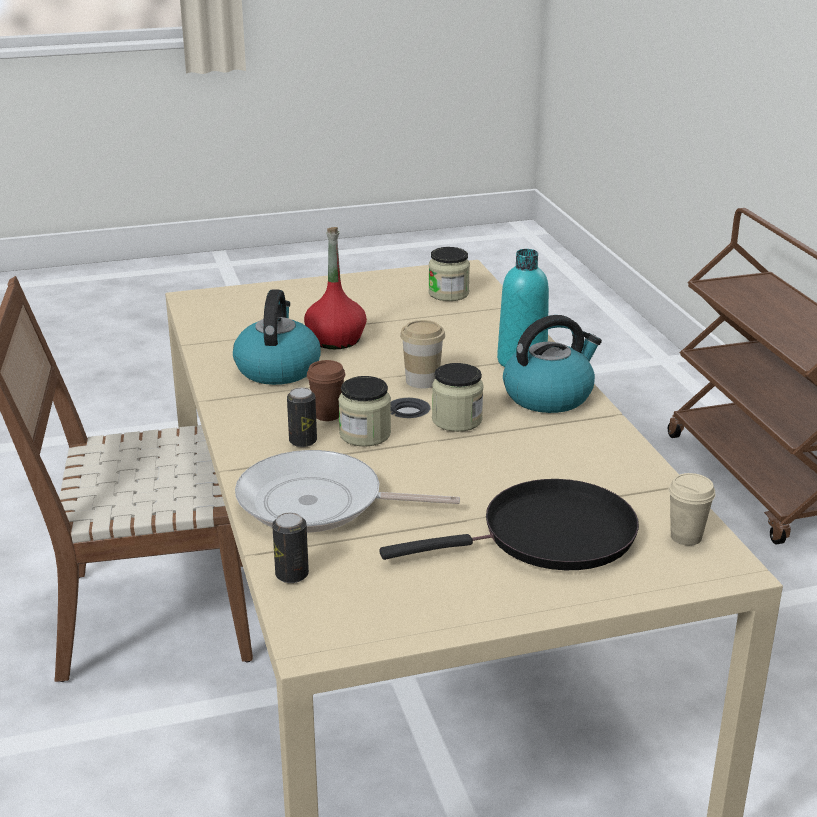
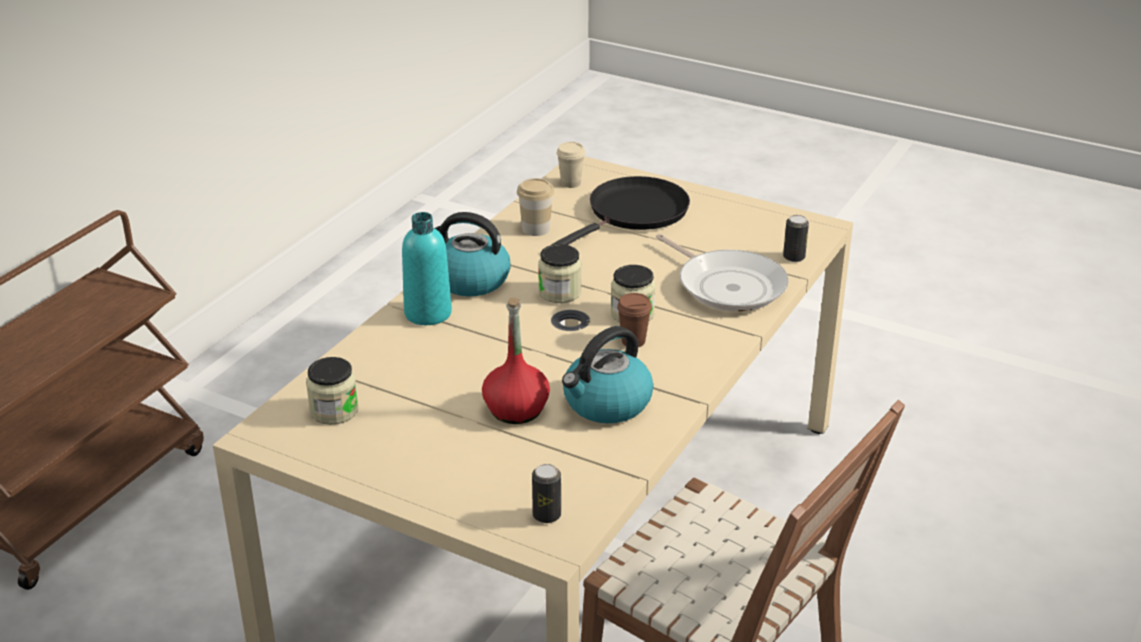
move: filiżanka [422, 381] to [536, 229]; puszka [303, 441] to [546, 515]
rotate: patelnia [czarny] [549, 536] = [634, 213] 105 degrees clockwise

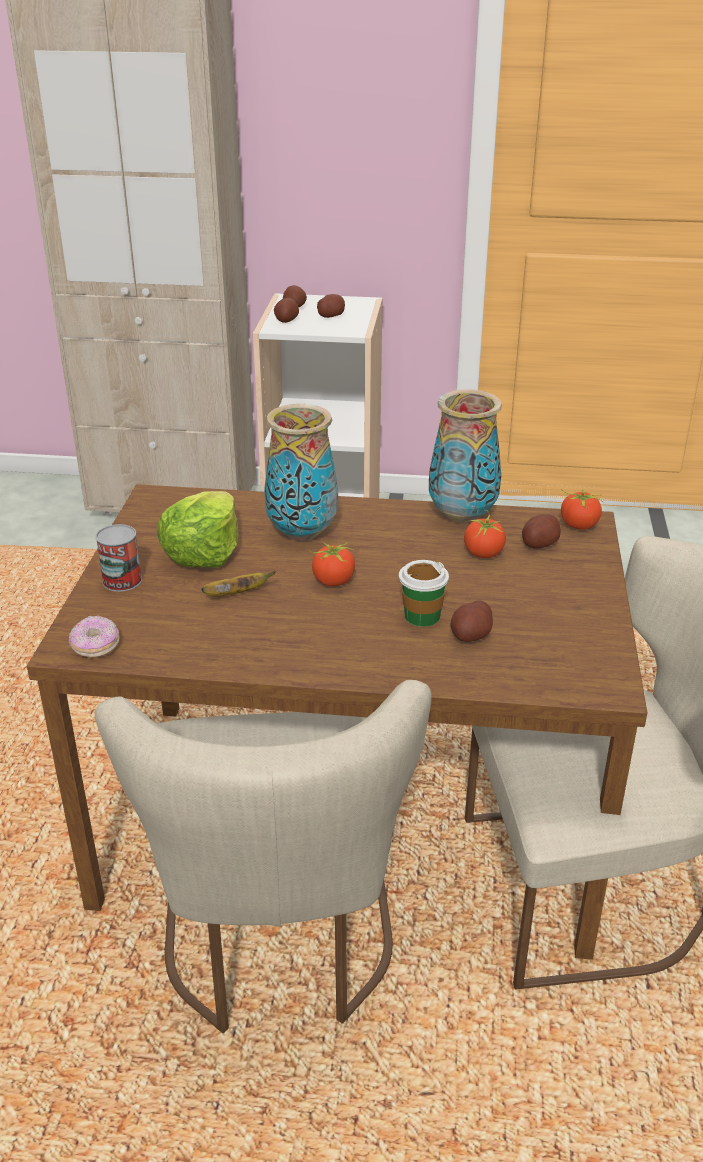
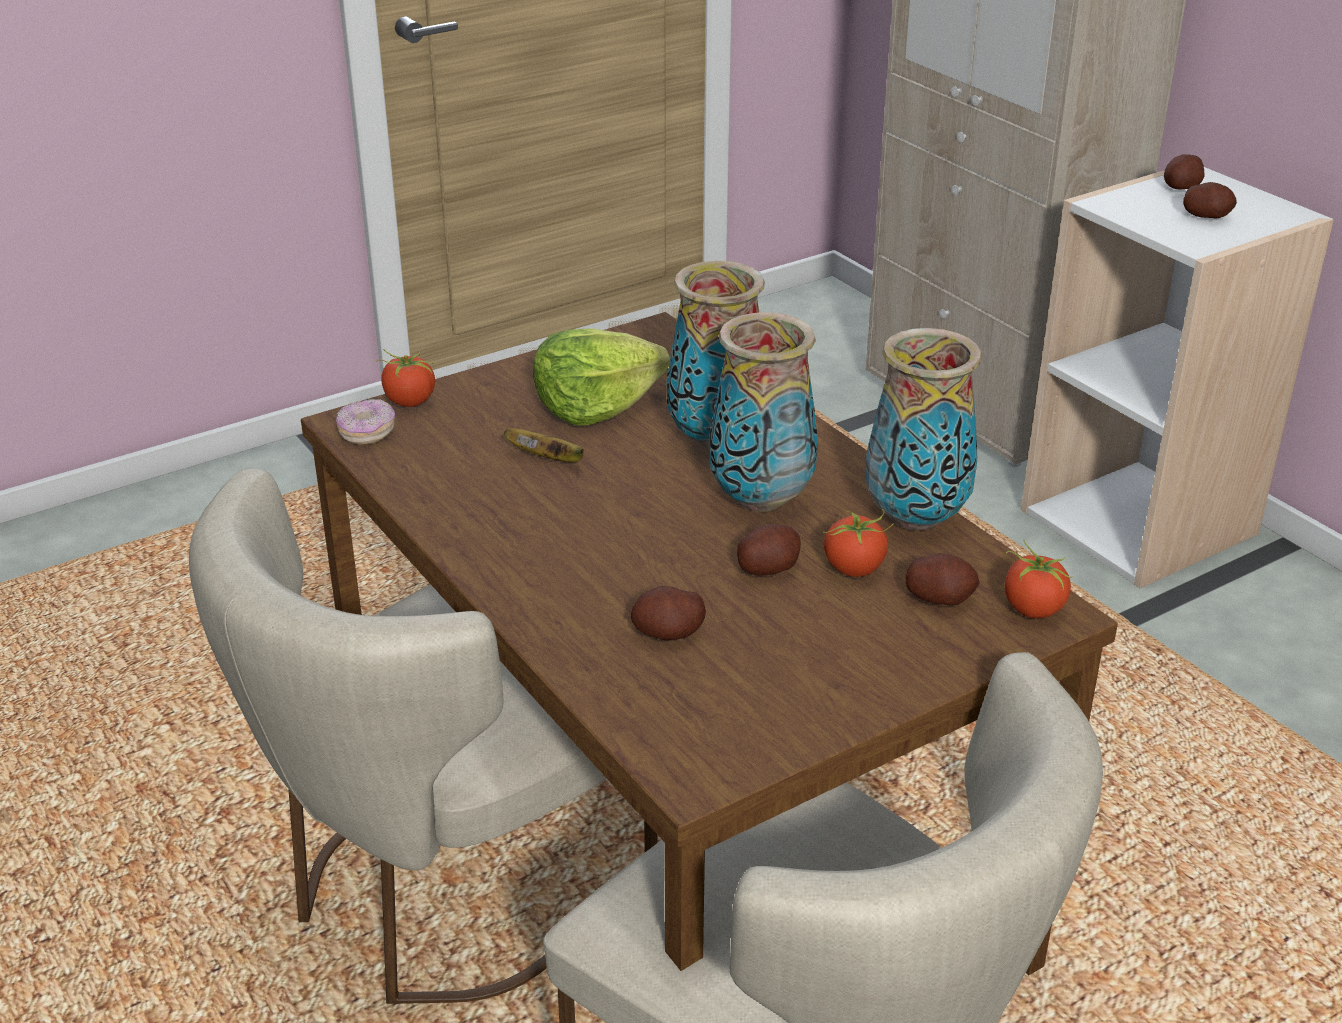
delete: puszka [122, 580]; filiżanka [422, 616]
insert: wazon [762, 500]
move: pomidor [333, 581] to [409, 401]; ziemniak [286, 320] to [768, 568]

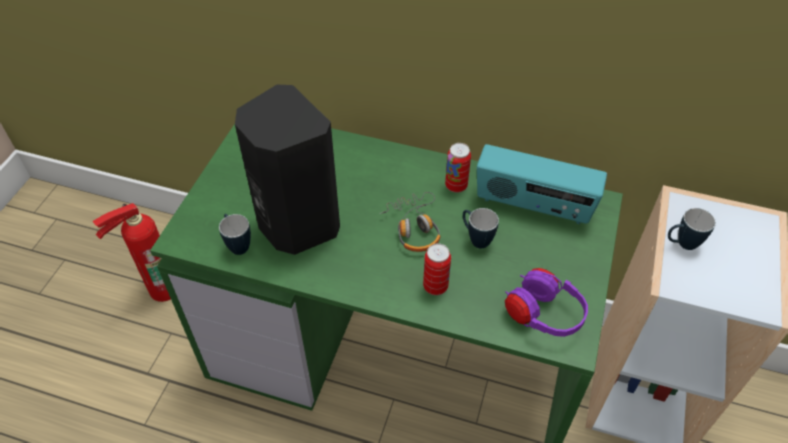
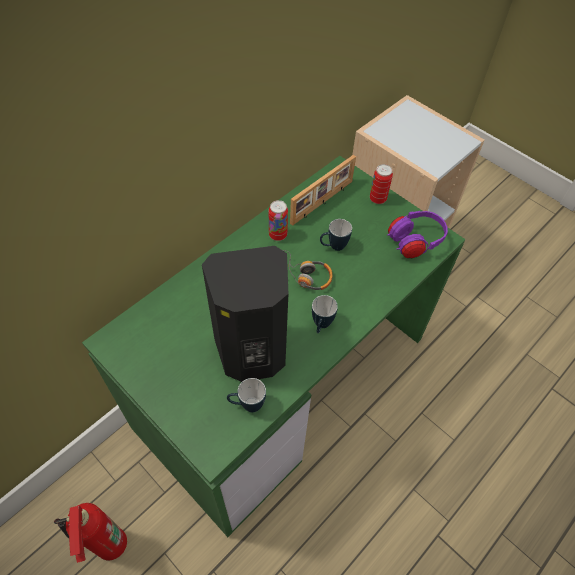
move: kubek [681, 244] to [321, 326]; puszka [435, 286] to [377, 199]
replace: radio [533, 205] to ramka na zdjęcie [322, 202]

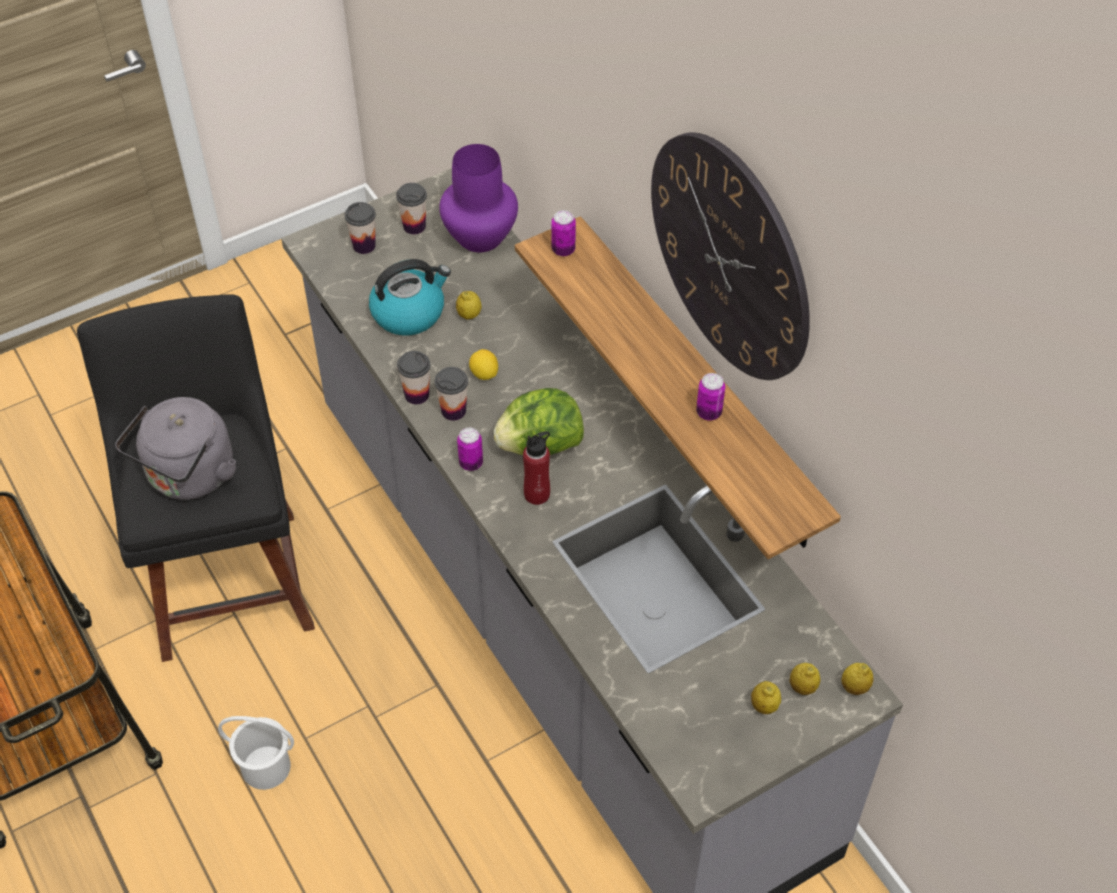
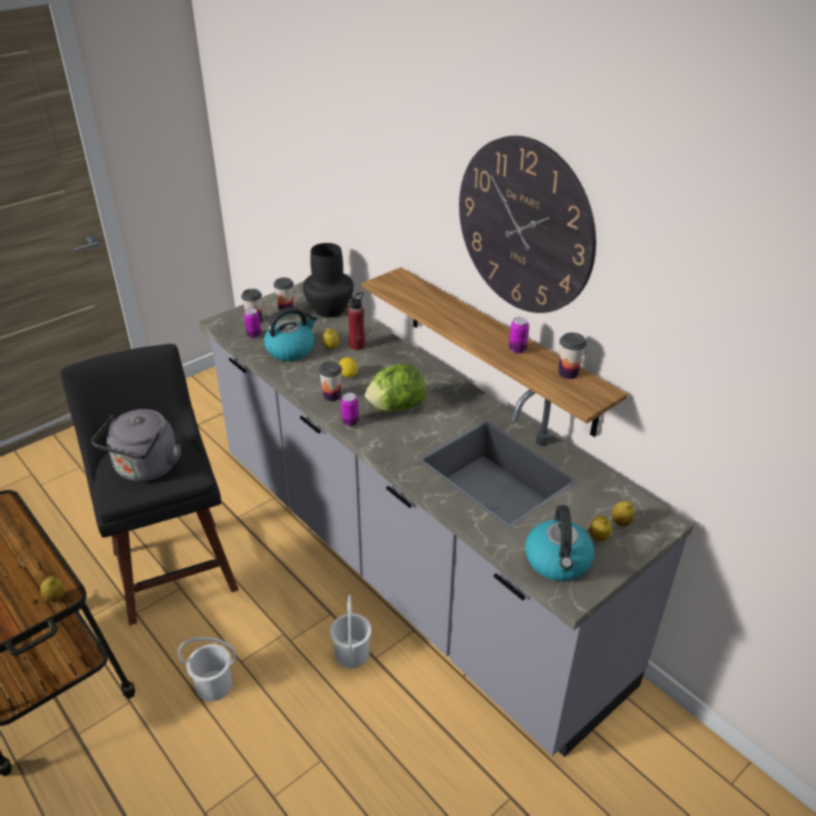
insert: wiadro [biały] [352, 653]; czajnik [558, 561]
move: cytryna [854, 687] to [55, 598]; puszka [563, 249] to [254, 335]; butelka [czerwony] [537, 494] to [357, 345]; filiżanka [417, 395] to [568, 373]
recolor: wazon [fioletowy] [481, 236] to wazon [czarny] [330, 309]

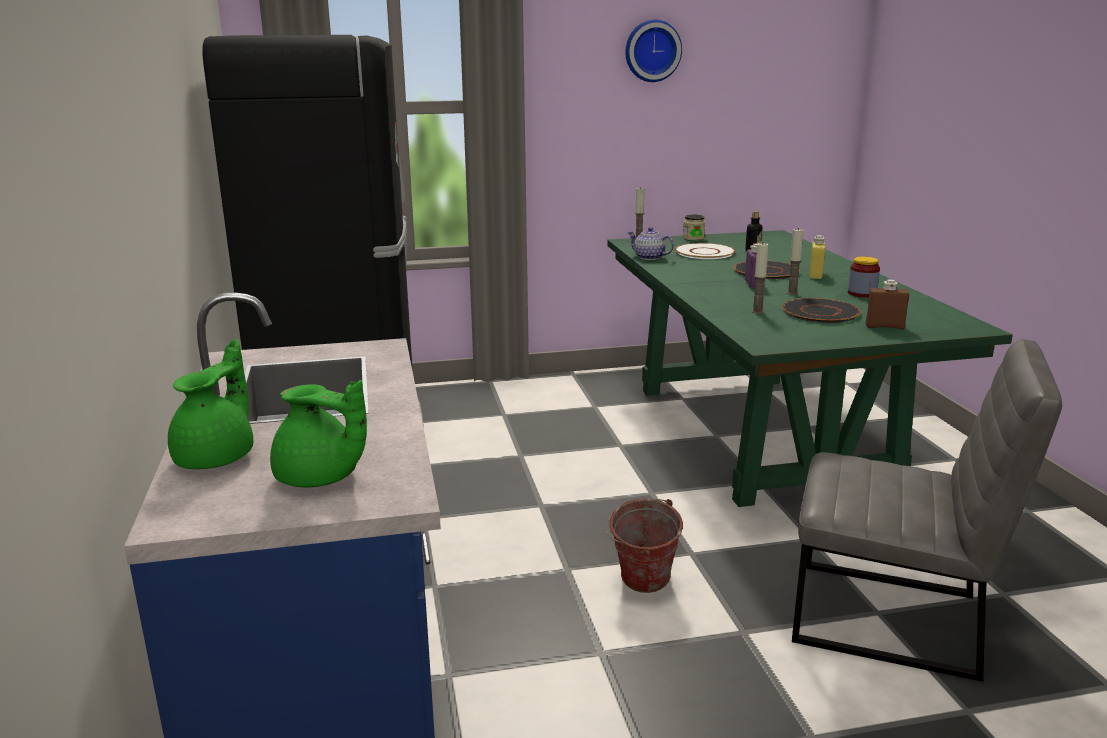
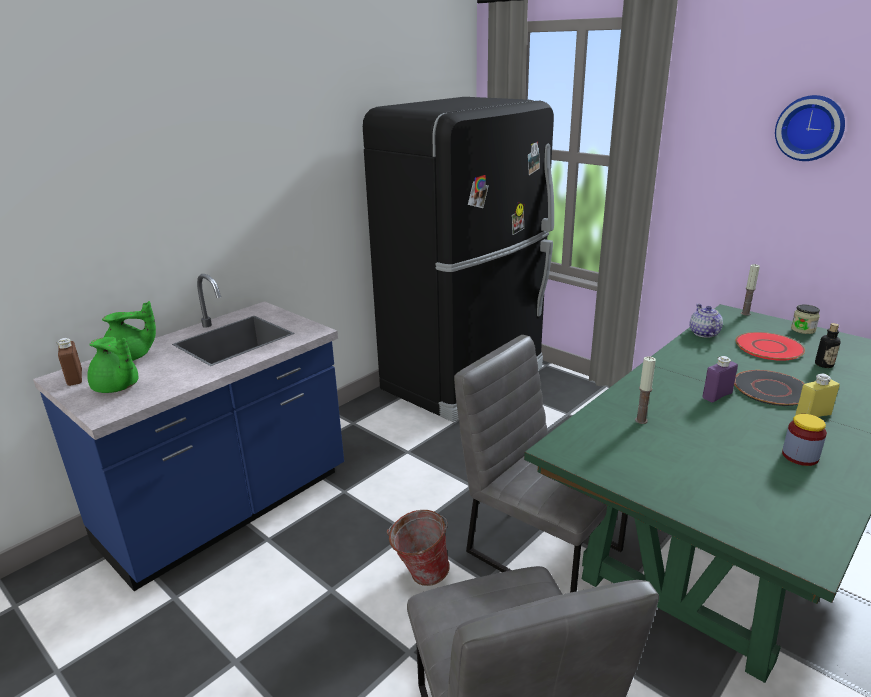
delete: talerz [czarny] [820, 312]; świeca [792, 293]
insert: krzesło [szary] [540, 548]
move: butelka [brązowy] [884, 327] to [75, 378]
recolor: talerz [biały] [705, 252] to talerz [czerwony] [769, 347]
rotate: imbryk [zielony] [320, 479] = [117, 388] 45 degrees counterclockwise

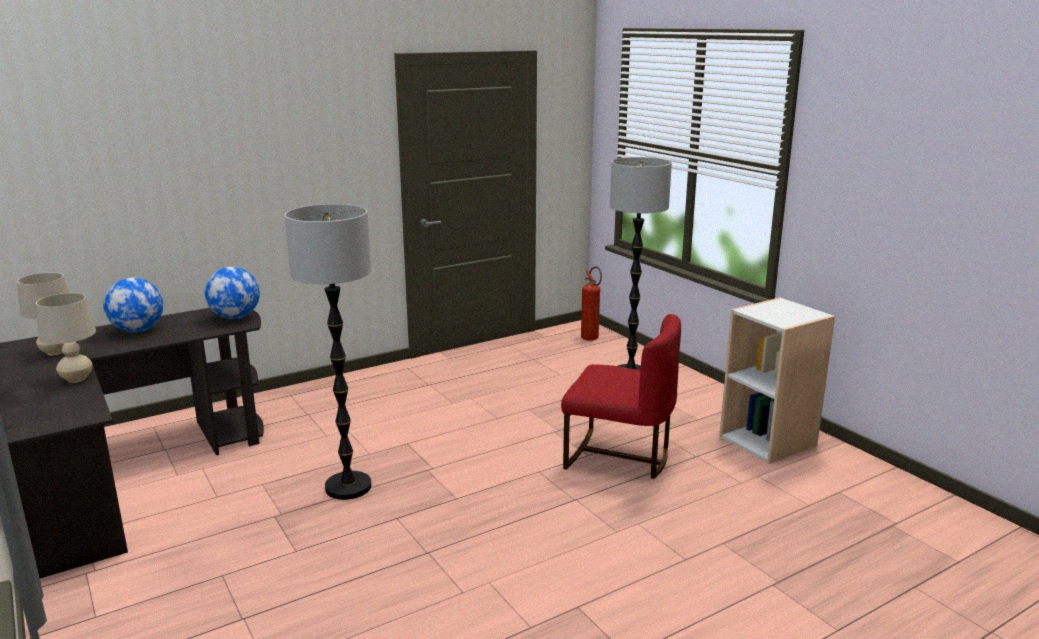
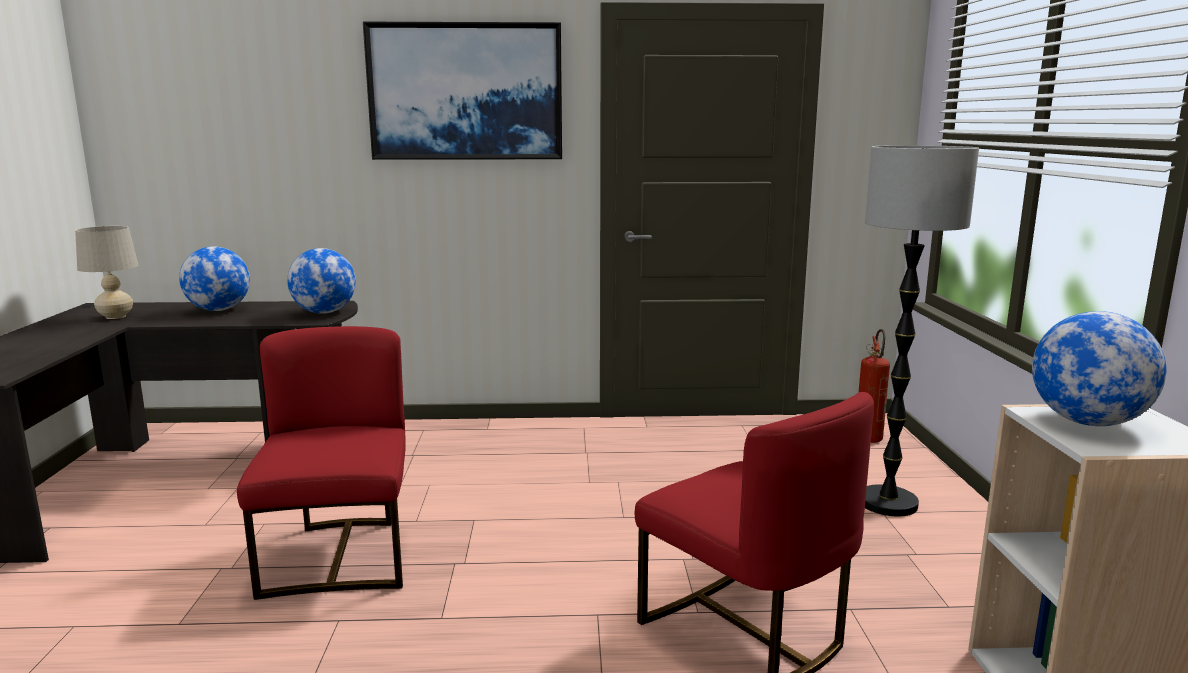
delete: lampa stołowa [beżowy] [76, 379]
insert: obraz [466, 92]; globus [1087, 422]
replace: lampa stojąca [348, 487] to krzesło [czerwony] [340, 557]

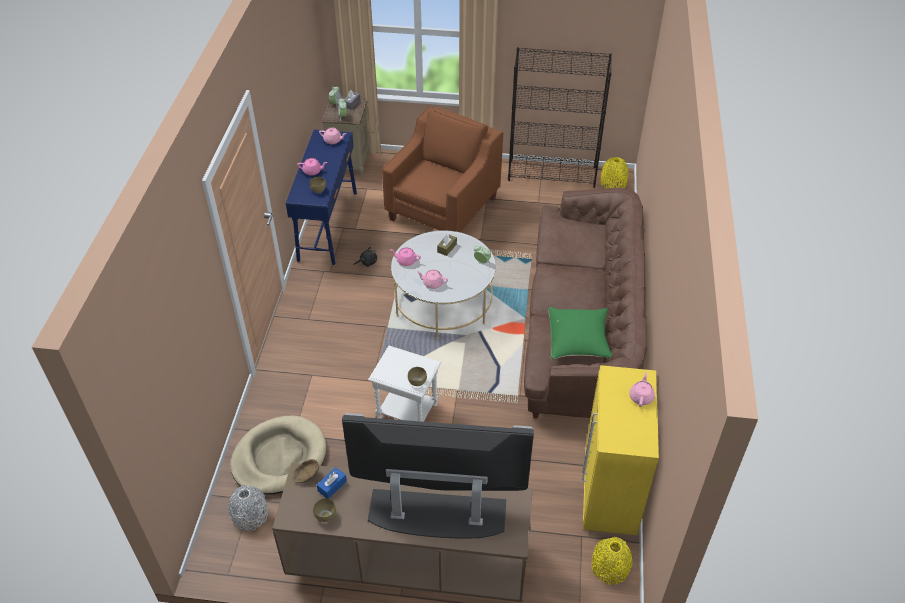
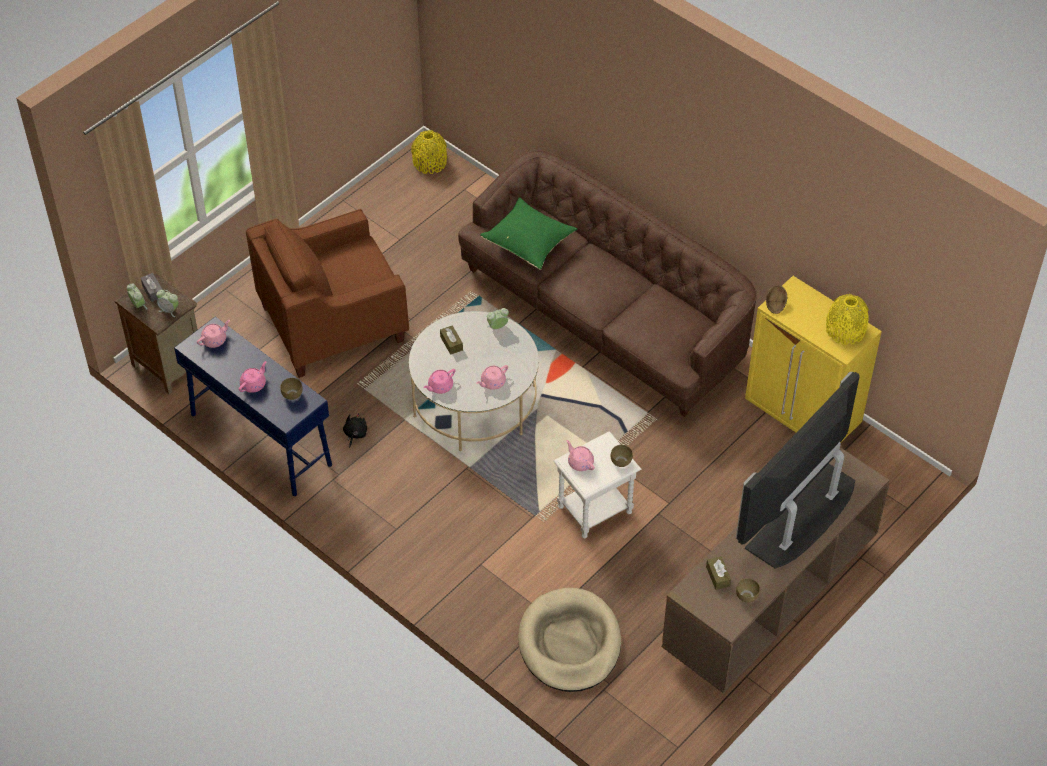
delete: wazon [szary] [250, 515]; regał [czarny] [552, 173]
move: poduszka [zielony] [578, 342] to [529, 243]; imbryk [różowy] [641, 397] to [580, 462]; miska [brązowy] [306, 475] to [775, 305]; wazon [żółty] [610, 567] to [845, 330]
recolor: pudełko chusteczek [niebieski] [332, 486] to pudełko chusteczek [brązowy] [718, 576]
rotate: fotel [brązowy] [443, 209] = [332, 323] 90 degrees counterclockwise

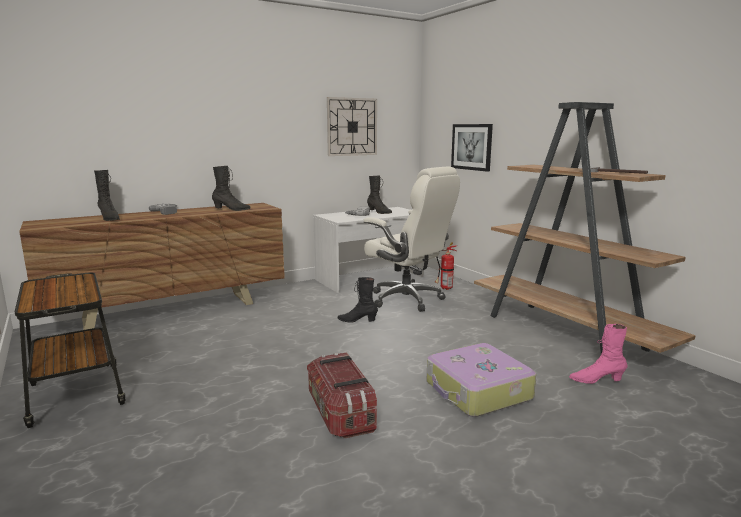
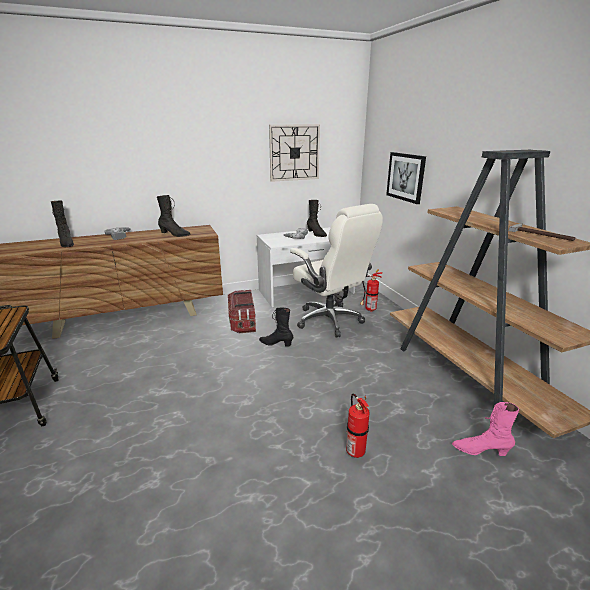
move: pojemnik do przechowywania [340, 413] to [242, 321]
replace: walizka [477, 391] to gaśnica [354, 450]

